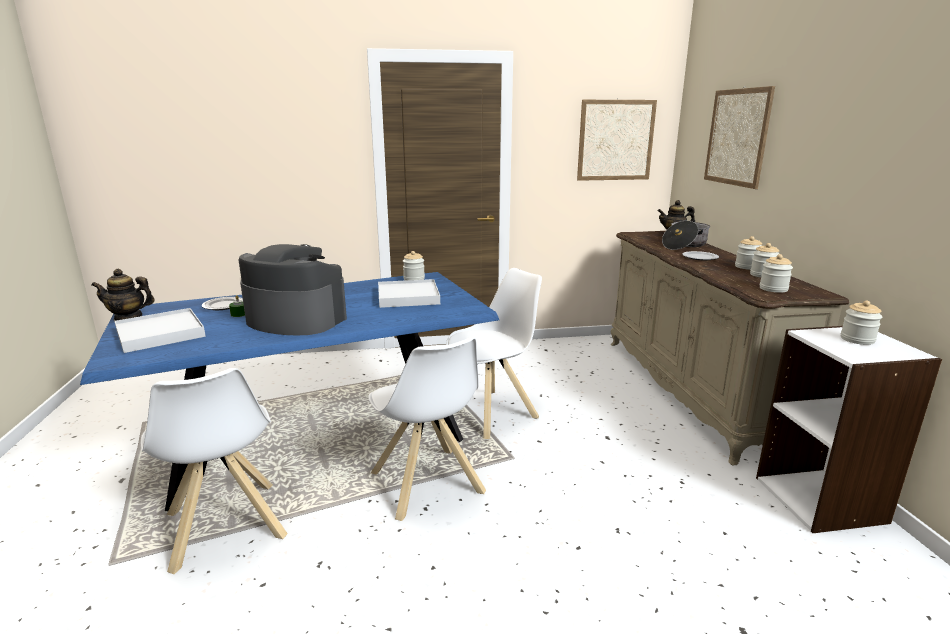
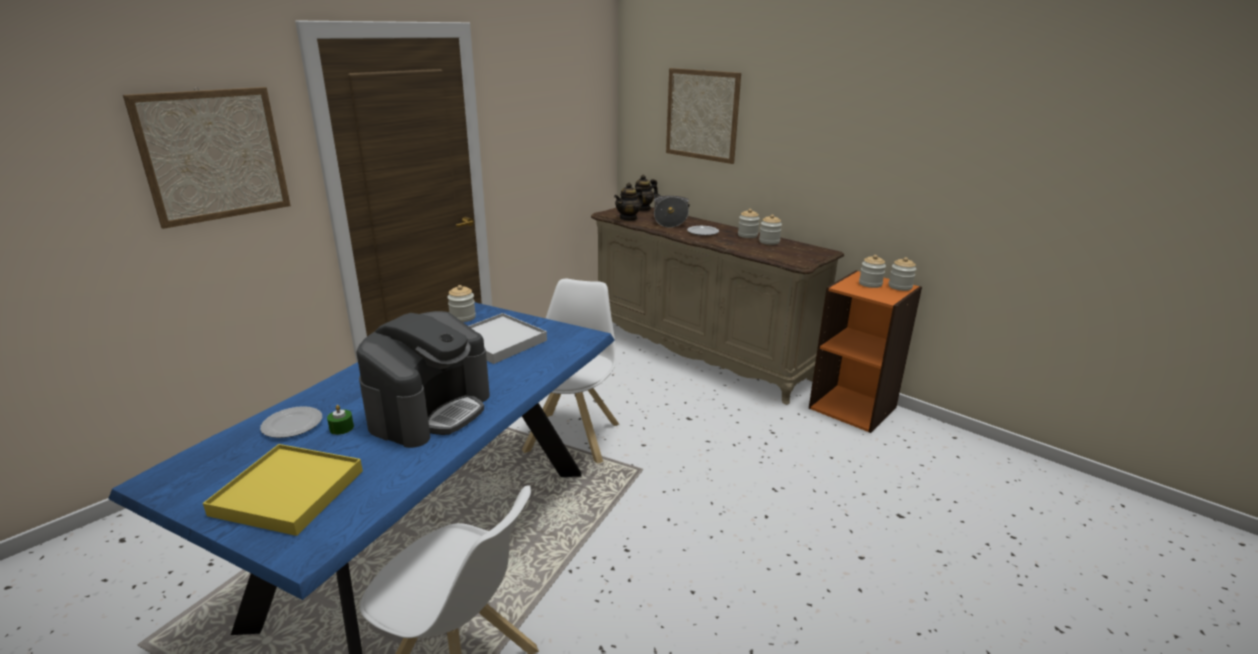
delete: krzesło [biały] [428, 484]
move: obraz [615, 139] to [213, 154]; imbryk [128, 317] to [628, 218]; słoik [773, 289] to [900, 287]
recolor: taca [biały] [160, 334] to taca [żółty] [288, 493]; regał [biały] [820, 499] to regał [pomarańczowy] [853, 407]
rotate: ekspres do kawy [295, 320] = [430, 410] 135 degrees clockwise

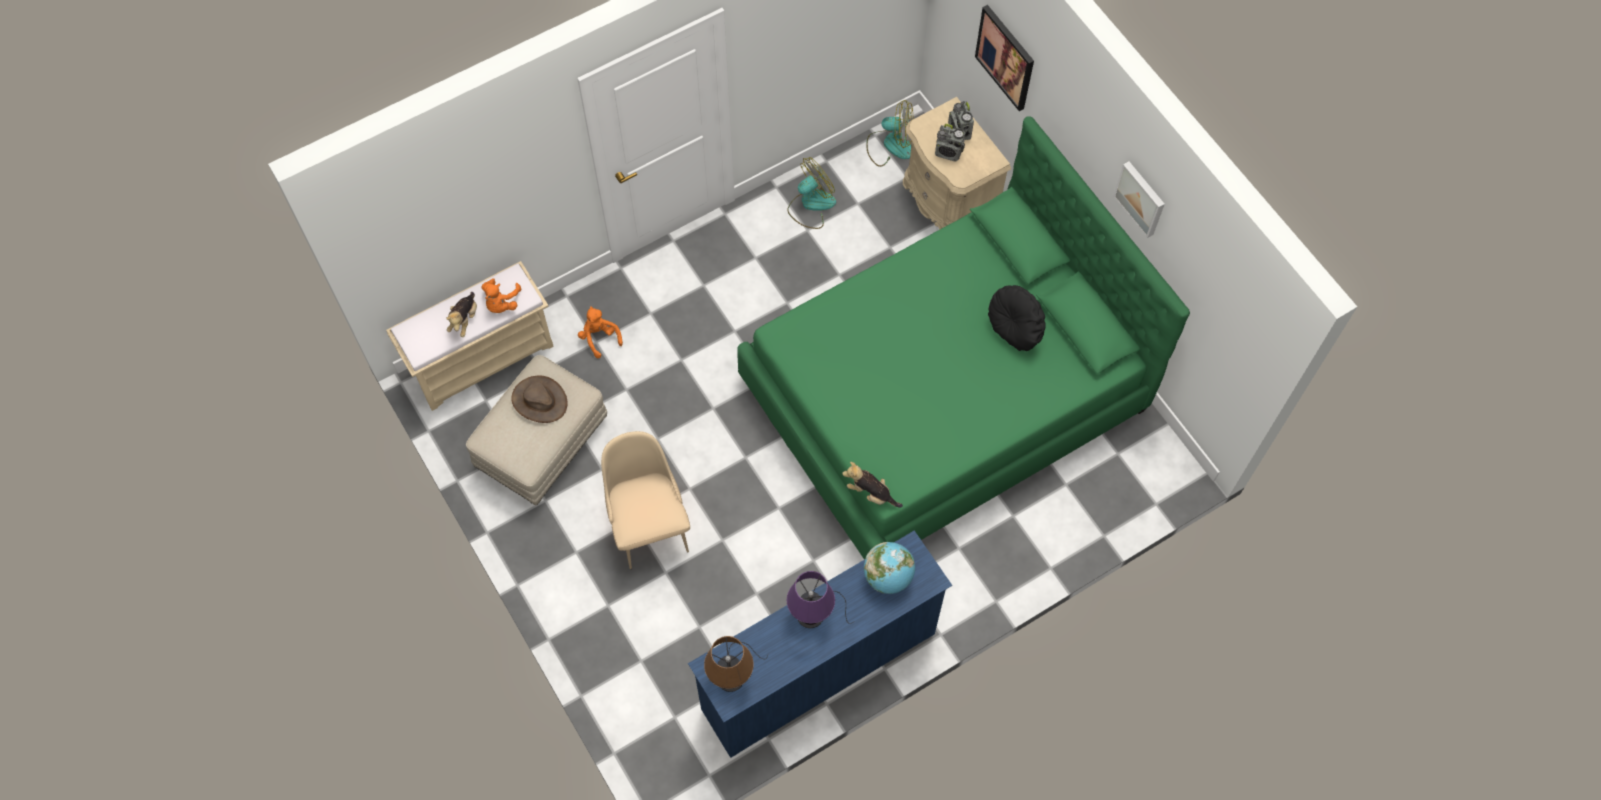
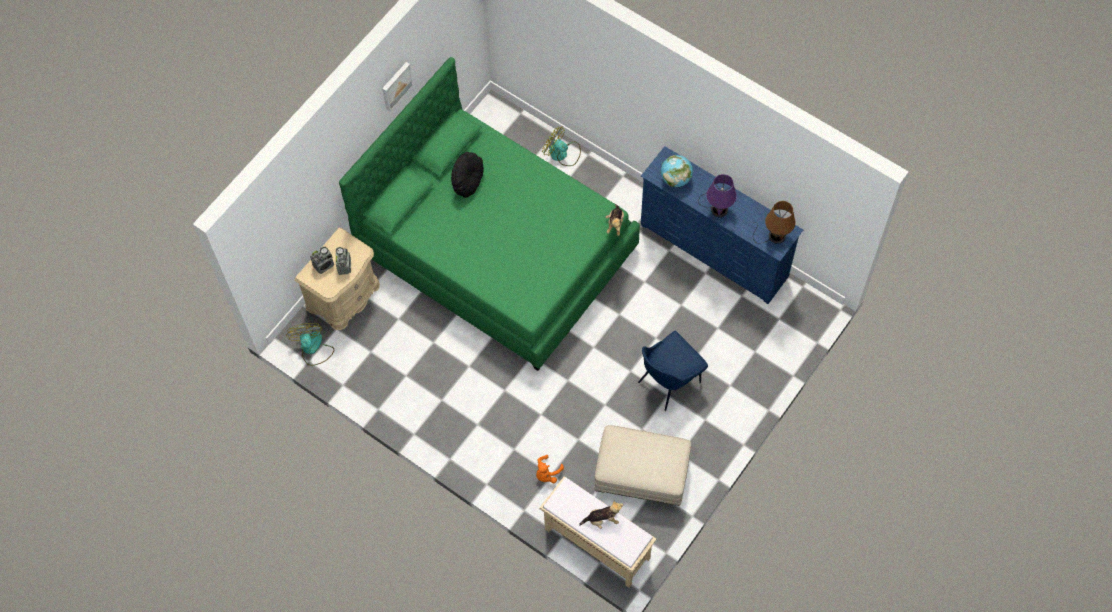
delete: pluszak [pomarańczowy] [501, 303]; kapelusz [brązowy] [539, 401]; obraz [1006, 57]
move: wentylator [811, 205] to [562, 153]
recolor: krzesło [beżowy] [649, 529] to krzesło [niebieski] [669, 383]

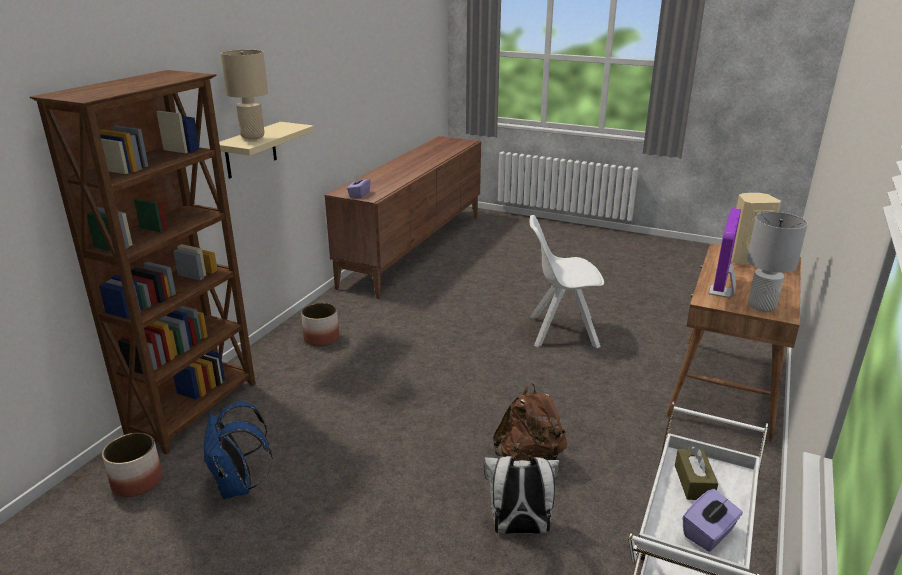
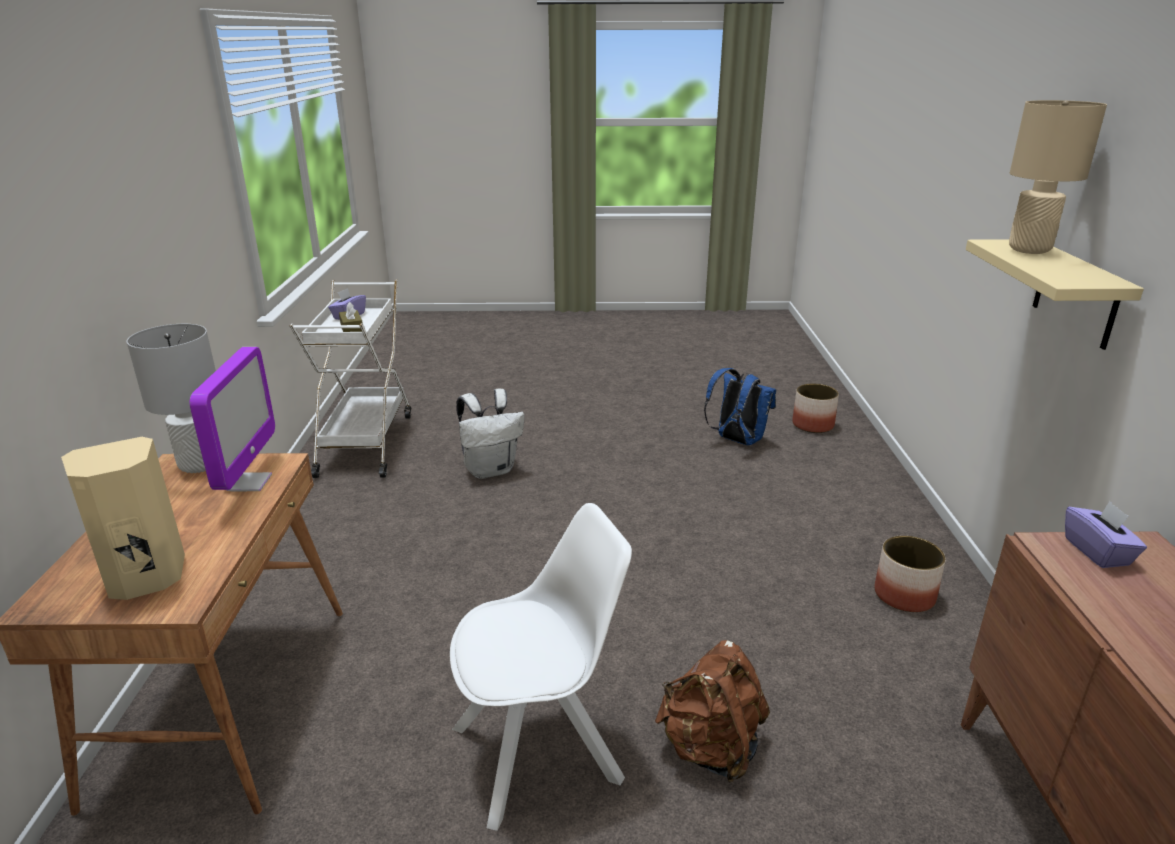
delete: regał [brązowy] [196, 409]
move: plecak [brązowy] [529, 458] to [711, 748]

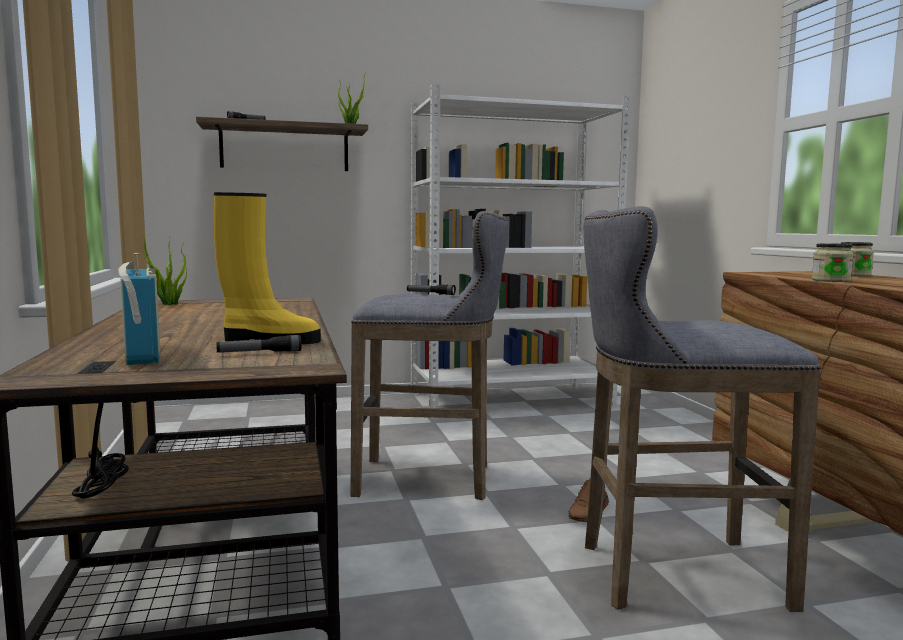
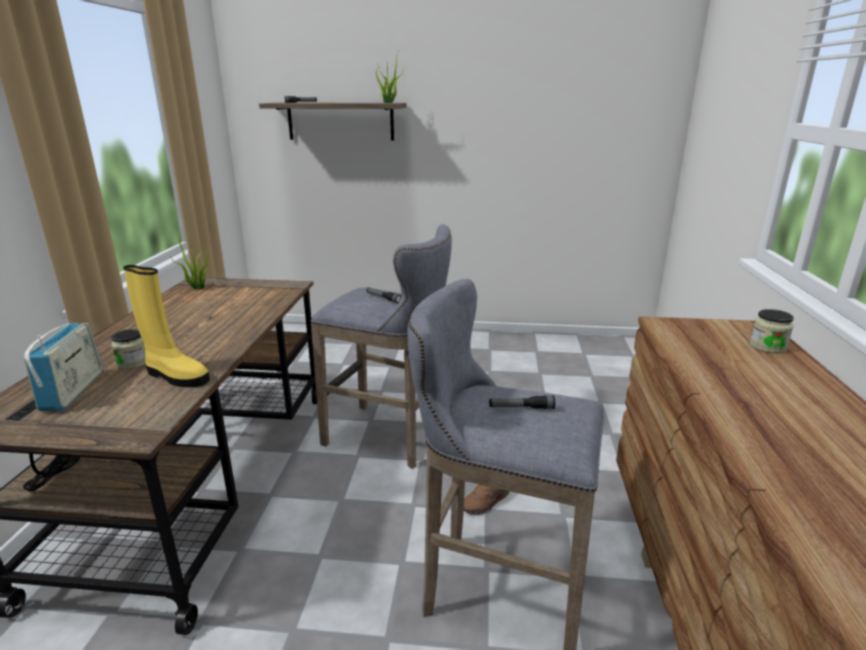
delete: regał [biały] [510, 399]
move: słoik [831, 280] to [133, 362]; latarka [259, 353] to [521, 408]

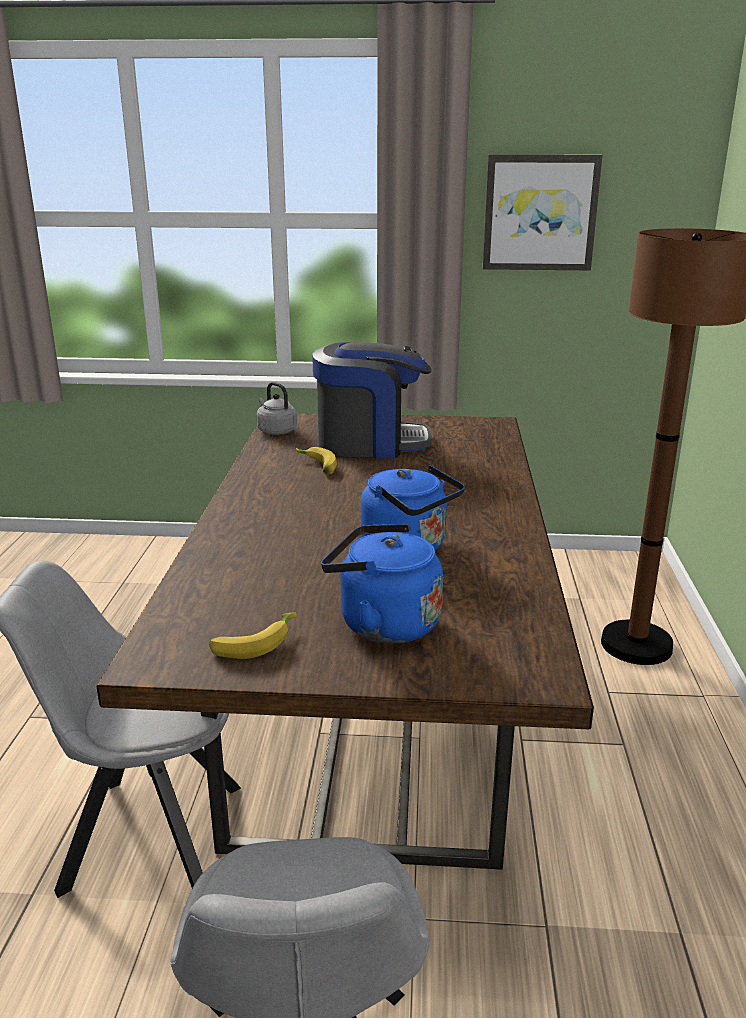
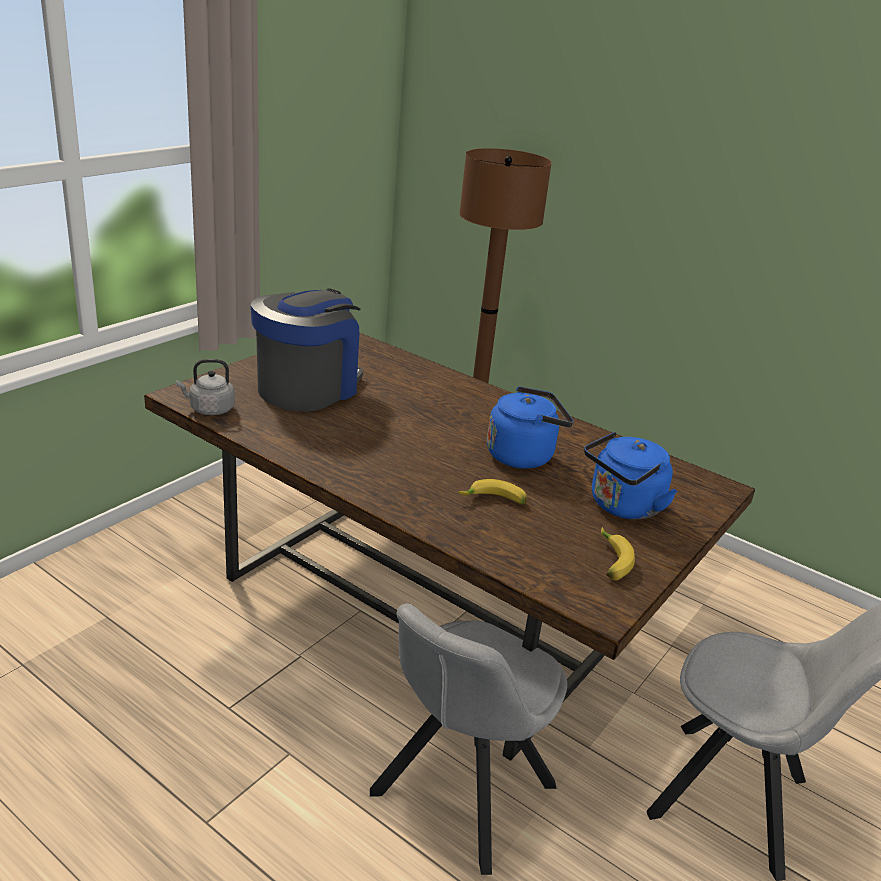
delete: obraz [540, 213]
move: banan [316, 467] to [493, 501]

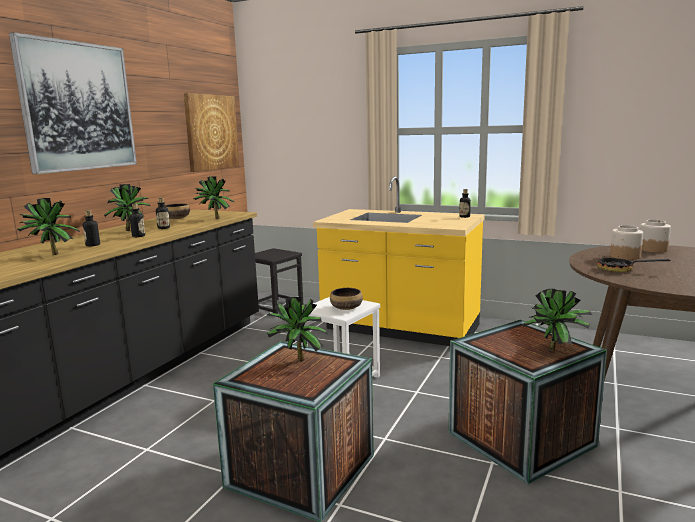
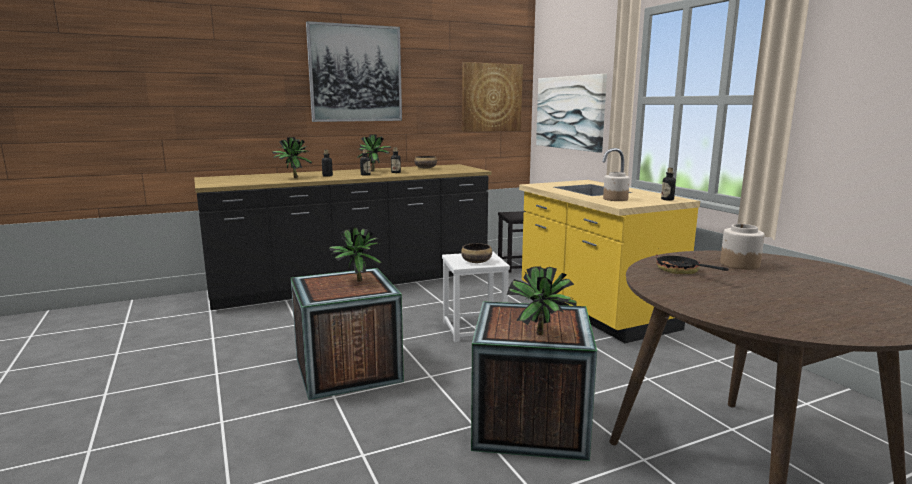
delete: roślina doniczkowa [214, 219]
insert: obraz [570, 112]
move: słoik [652, 249] to [615, 199]

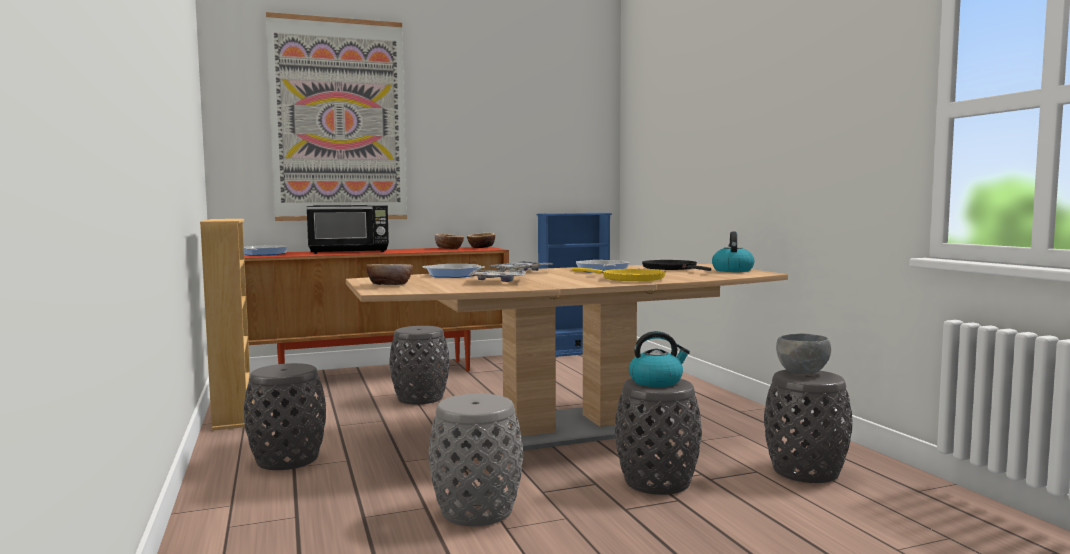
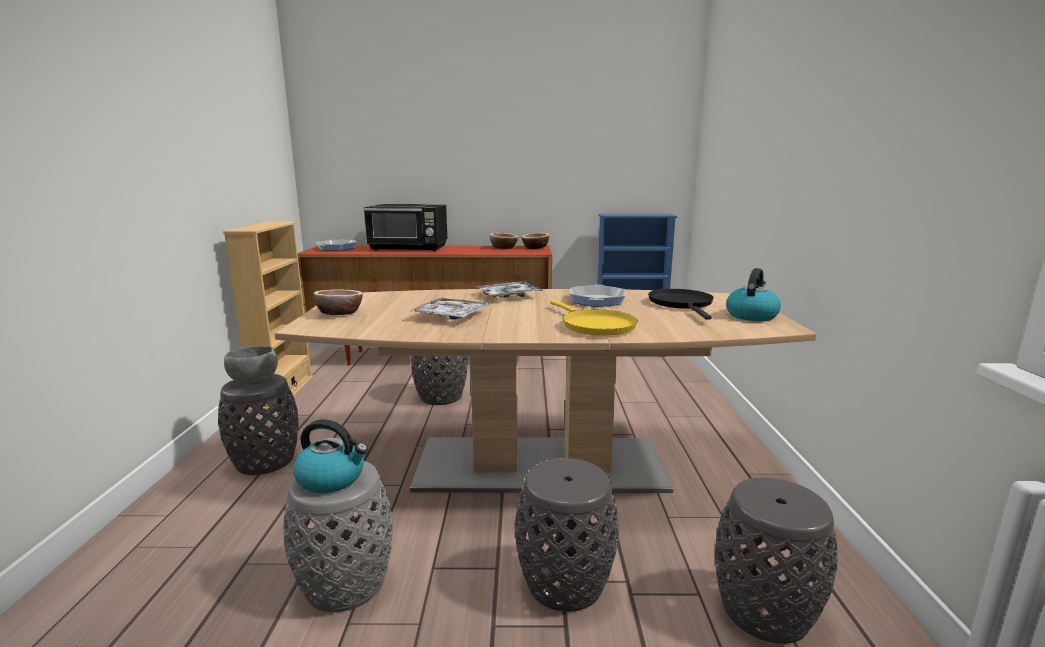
delete: obraz [339, 120]; patelnia [453, 275]
move: miska [szary] [803, 373] to [254, 382]; czajnik [656, 381] to [332, 478]

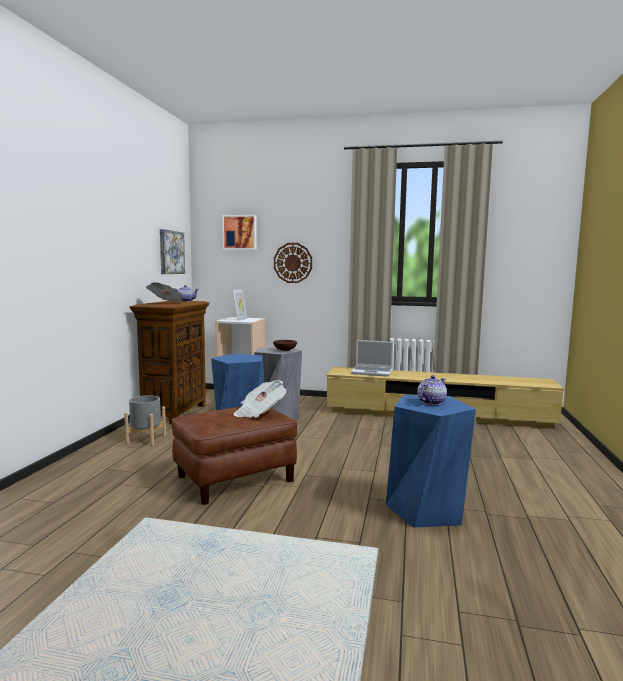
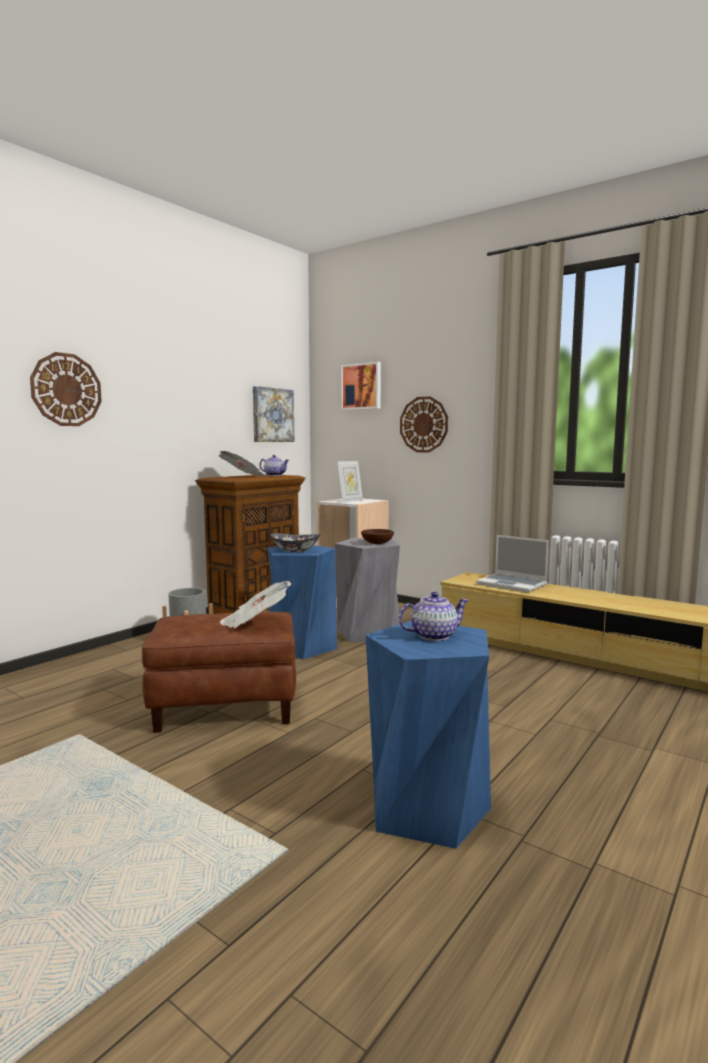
insert: zegar ścienny [66, 390]; miska [295, 550]

